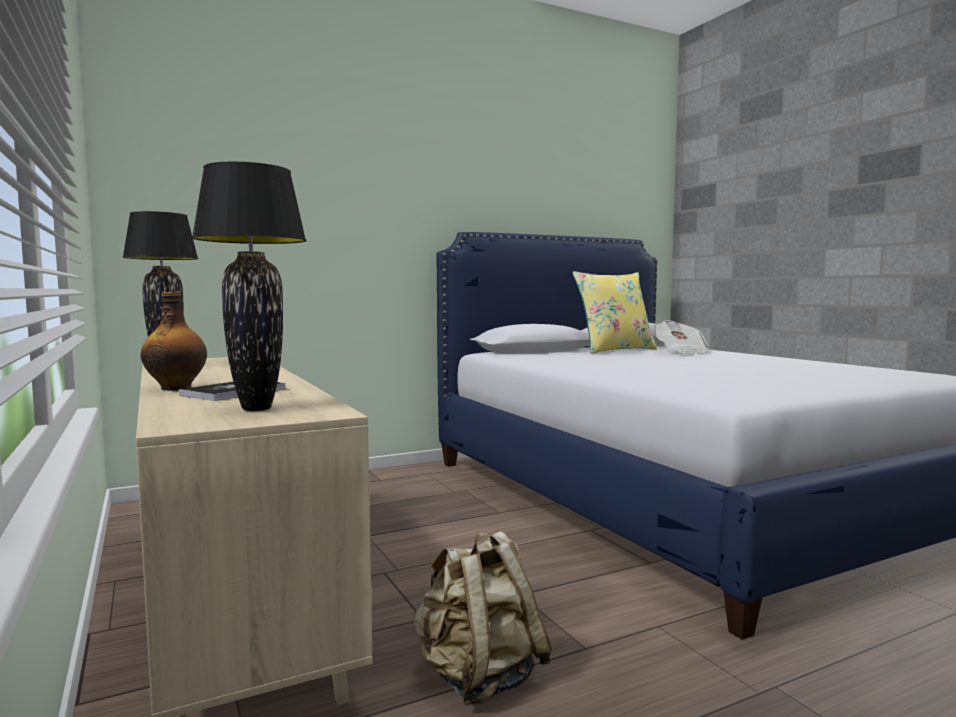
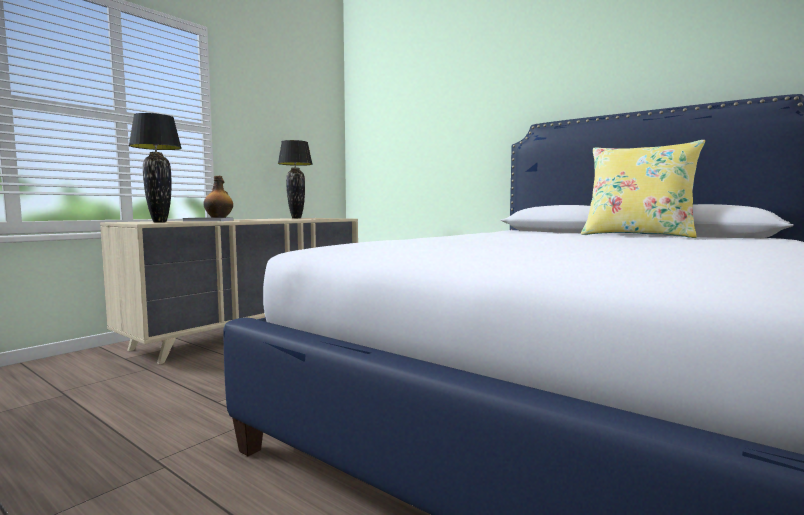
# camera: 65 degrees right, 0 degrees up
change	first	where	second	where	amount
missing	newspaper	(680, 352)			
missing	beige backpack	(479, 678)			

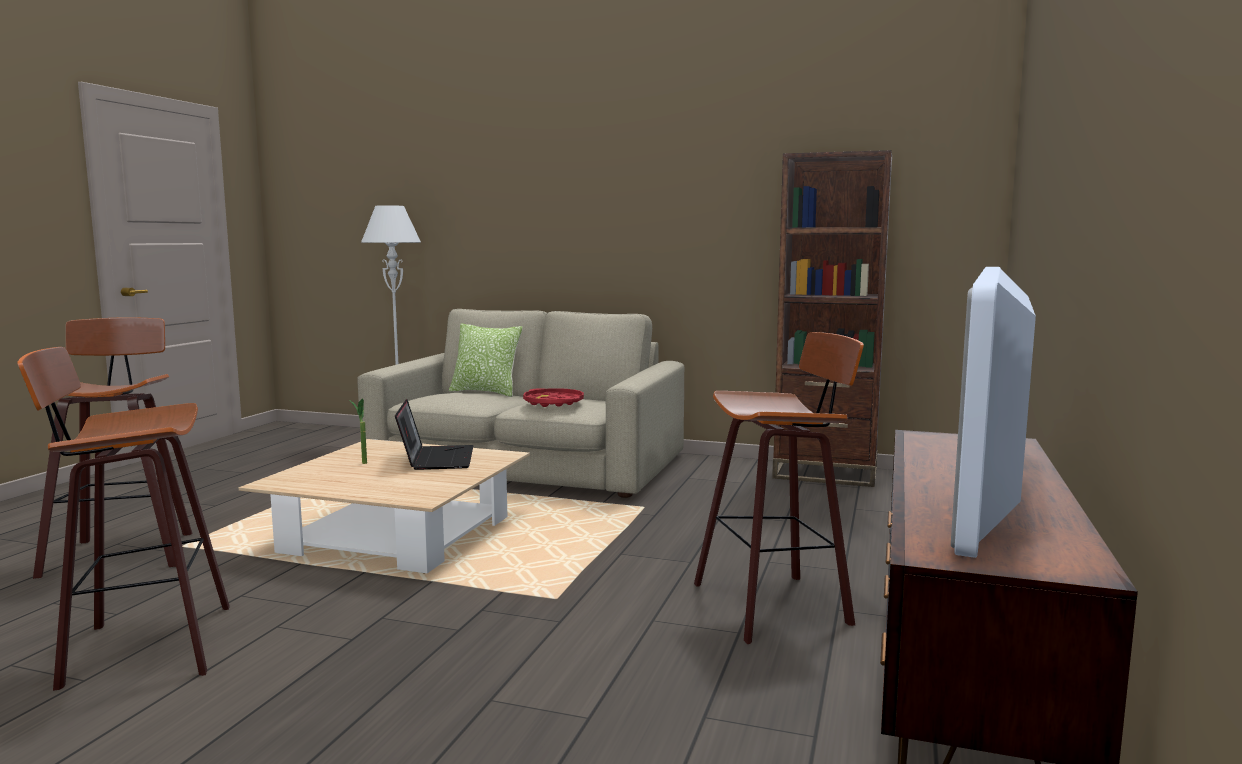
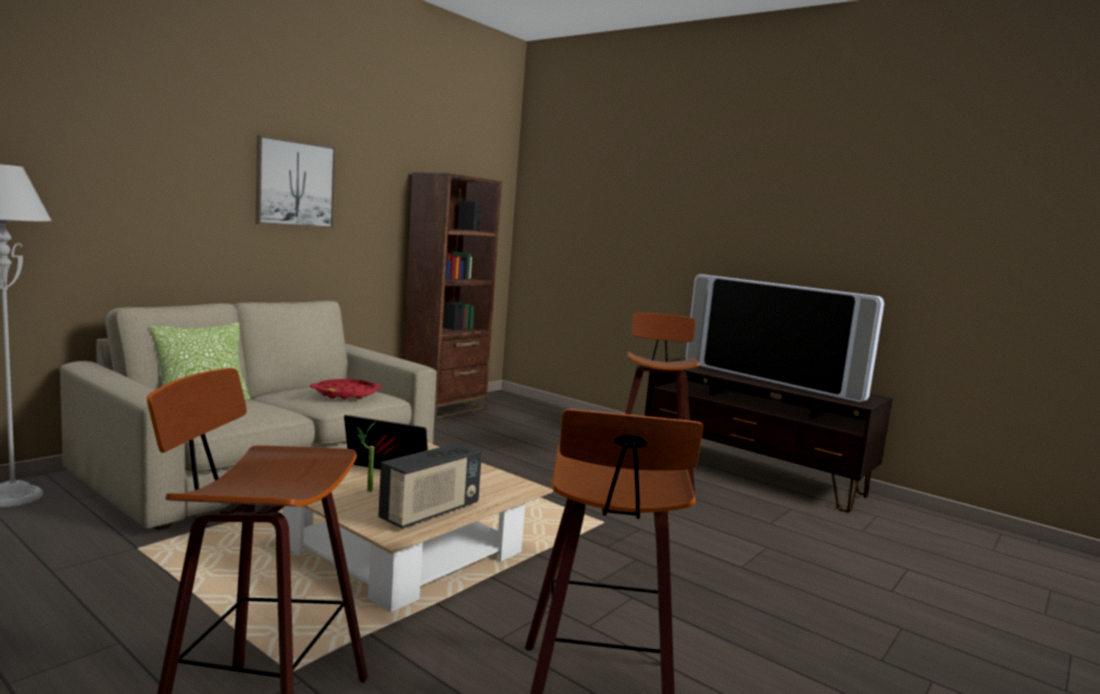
# camera: 70 degrees left, 0 degrees up
change	first	where	second	where	amount
appeared			picture	(295, 184)	
appeared			radio	(430, 512)	

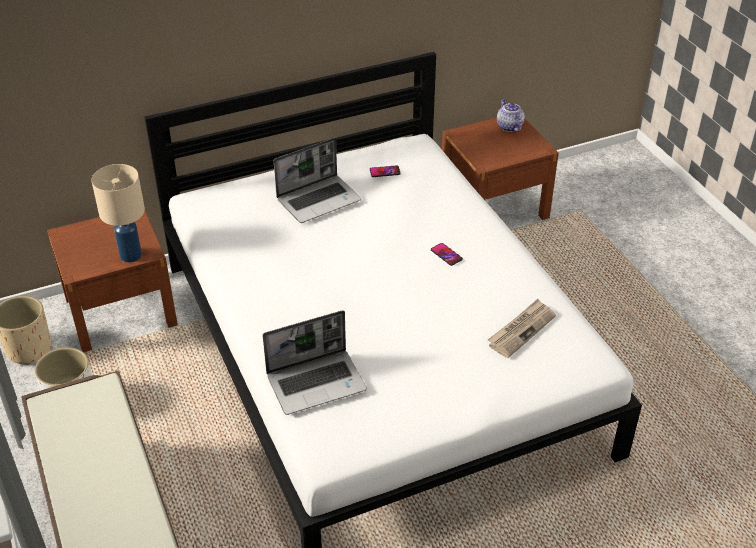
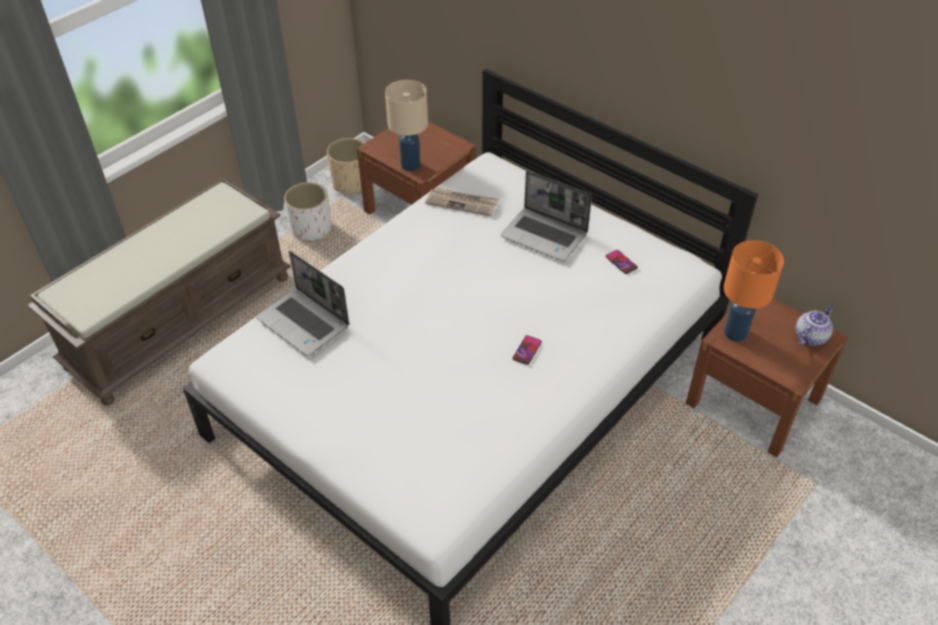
# camera: 65 degrees right, 5 degrees up
change	first	where	second	where	amount
relocated	newspaper	(521, 330)		(462, 203)	
appeared			orange table lamp	(736, 333)	

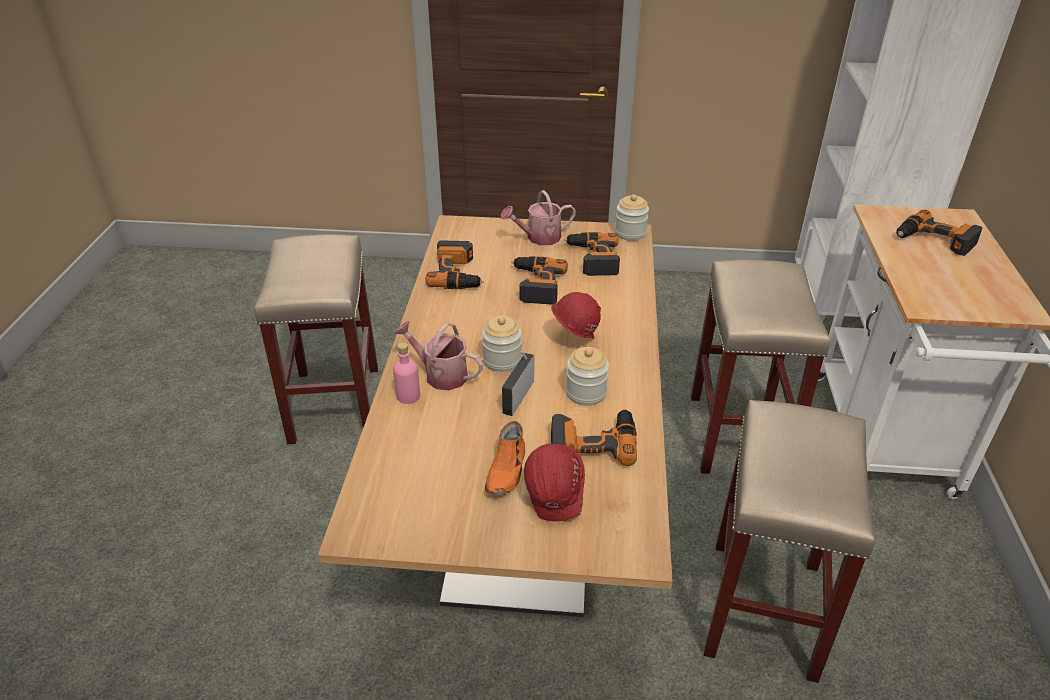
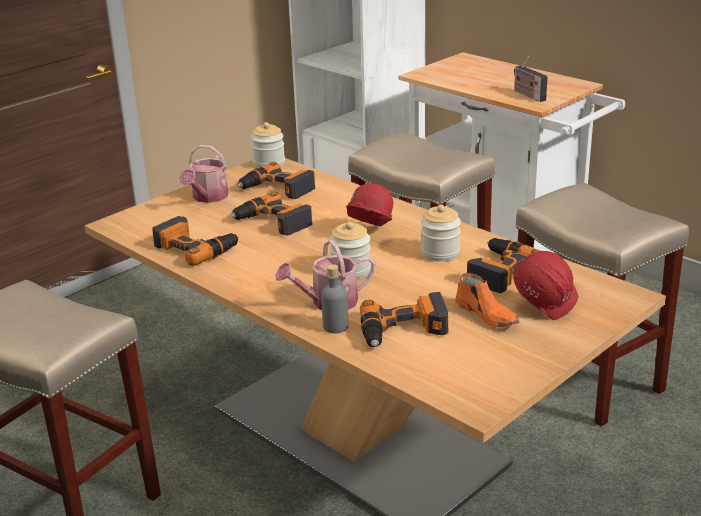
# camera: 50 degrees left, 10 degrees down
change	first	where	second	where	amount
relocated	power drill	(934, 241)		(404, 331)	
colour	pink bottle	(408, 396)	grey bottle	(335, 326)	
relocated	radio	(519, 395)		(527, 95)	

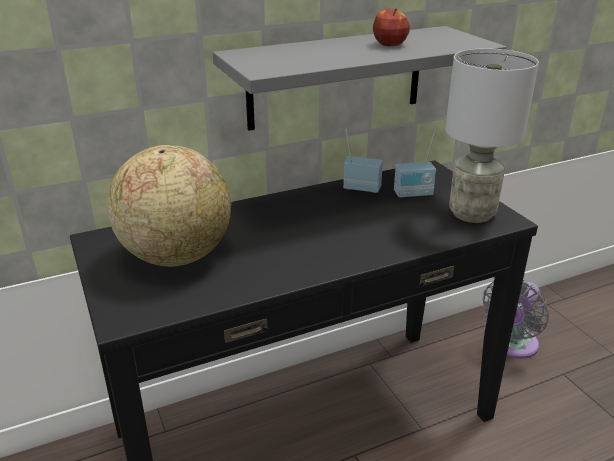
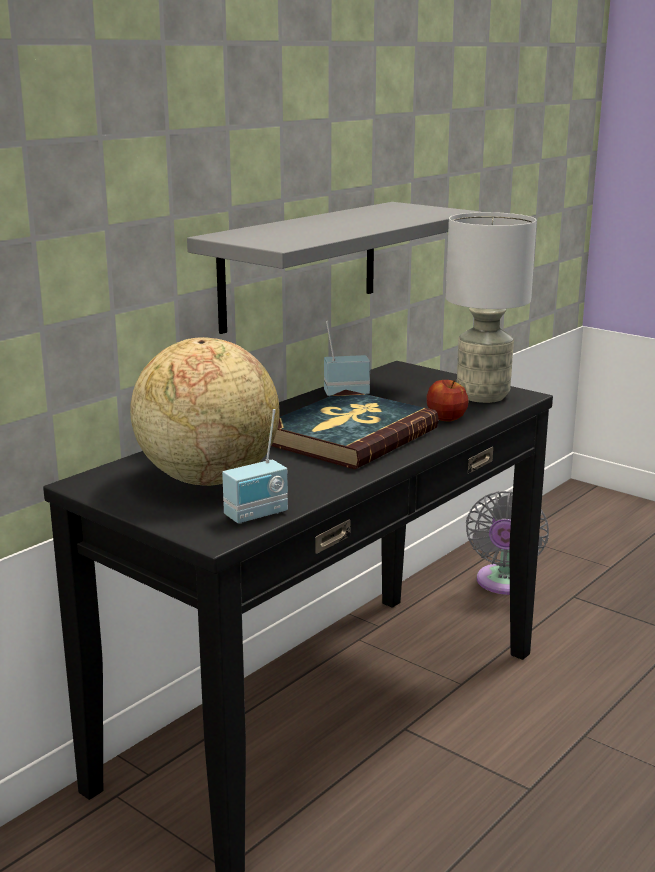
# camera: 25 degrees left, 10 degrees down
change	first	where	second	where	amount
relocated	apple	(389, 44)		(446, 418)	
relocated	radio	(413, 194)		(257, 515)	
appeared			book	(350, 436)	

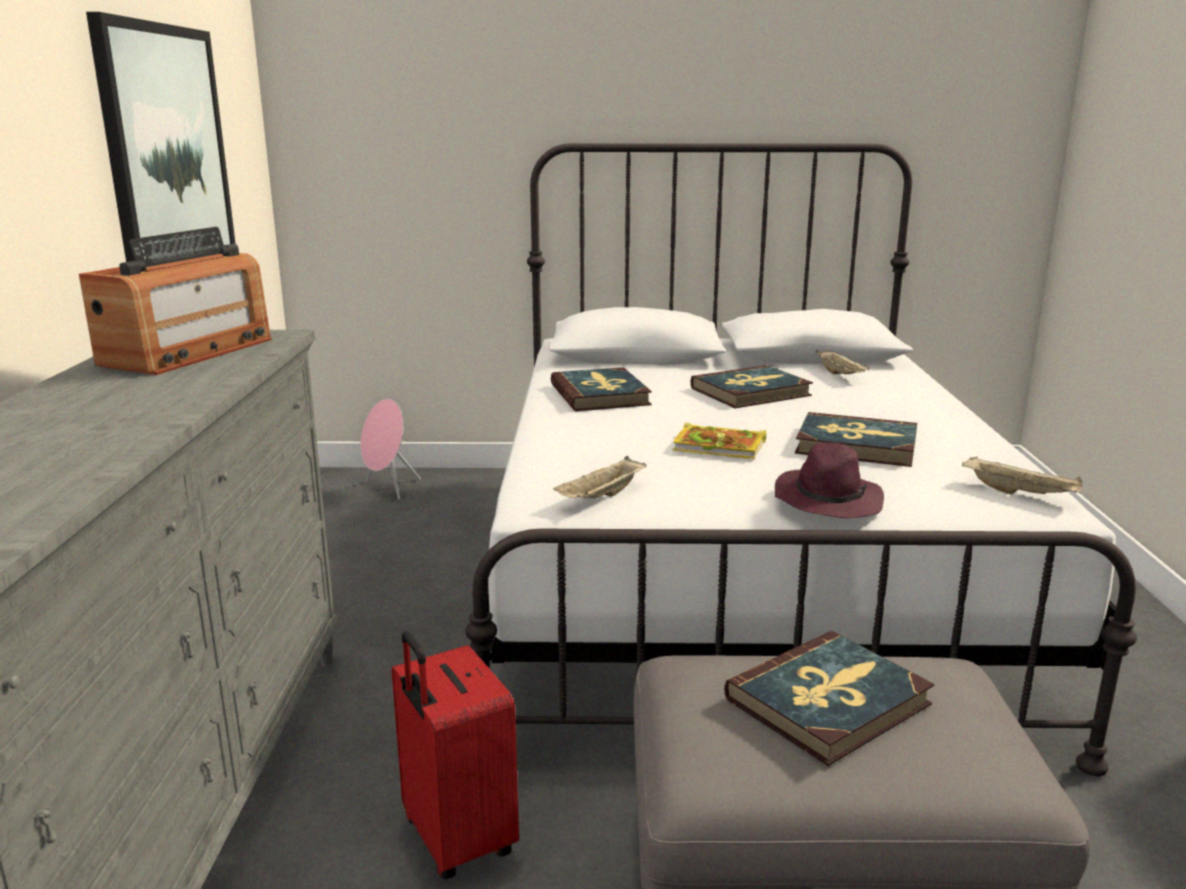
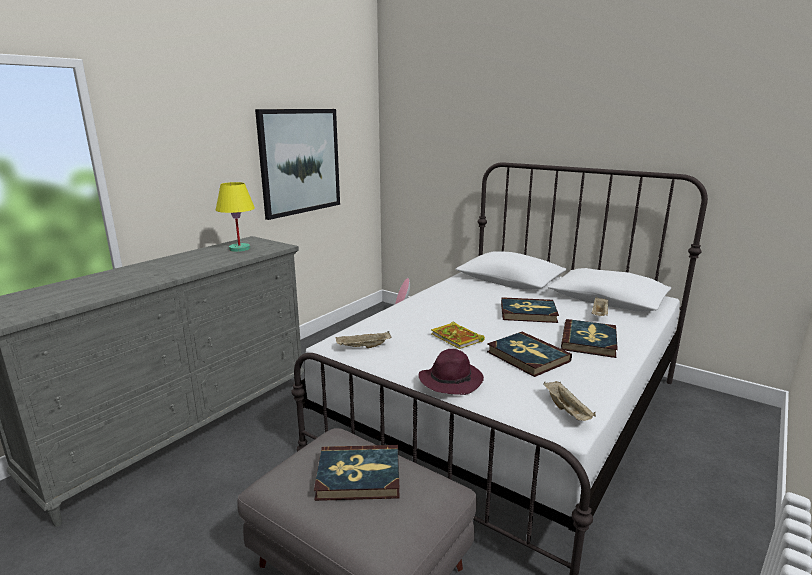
# camera: 35 degrees right, 0 degrees up
change	first	where	second	where	amount
exchanged	radio	(188, 352)	yellow table lamp	(240, 248)	
relocated	book	(600, 394)		(589, 341)	
missing	red suitcase	(455, 840)			

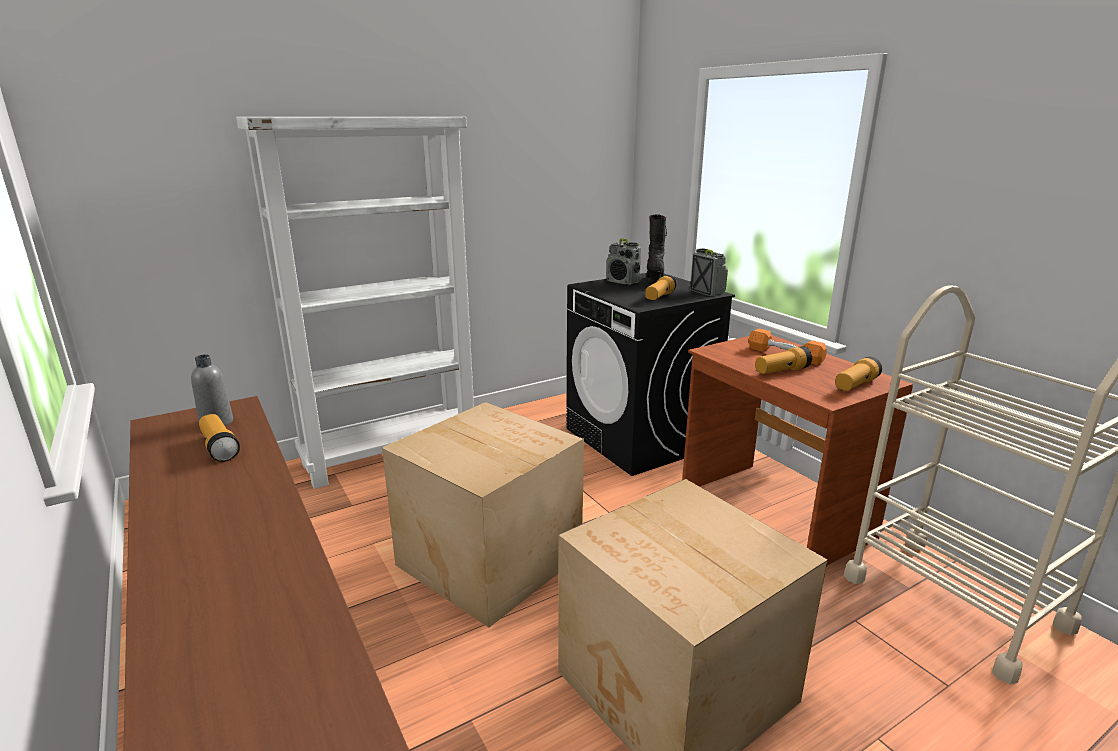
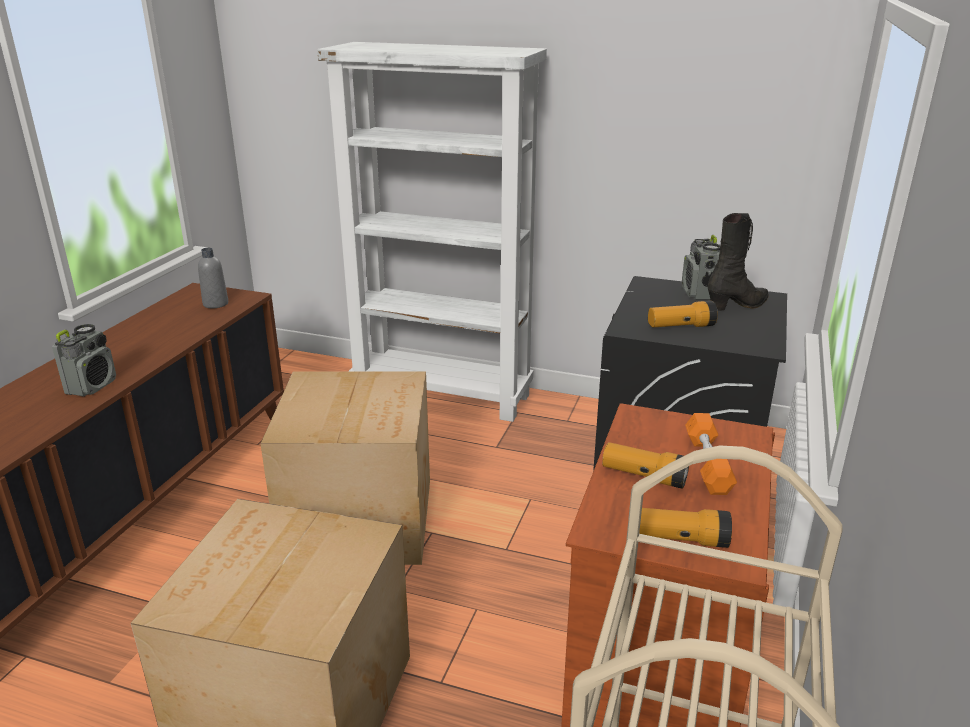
# camera: 50 degrees right, 5 degrees up
change	first	where	second	where	amount
relocated	radio	(707, 292)		(92, 386)	
missing	flashlight	(219, 447)			

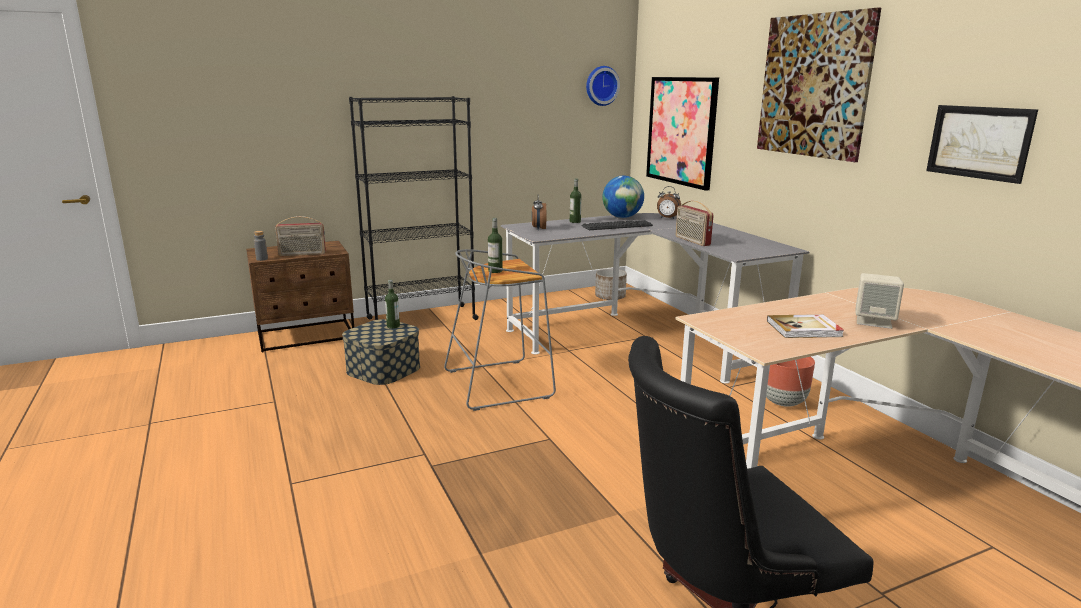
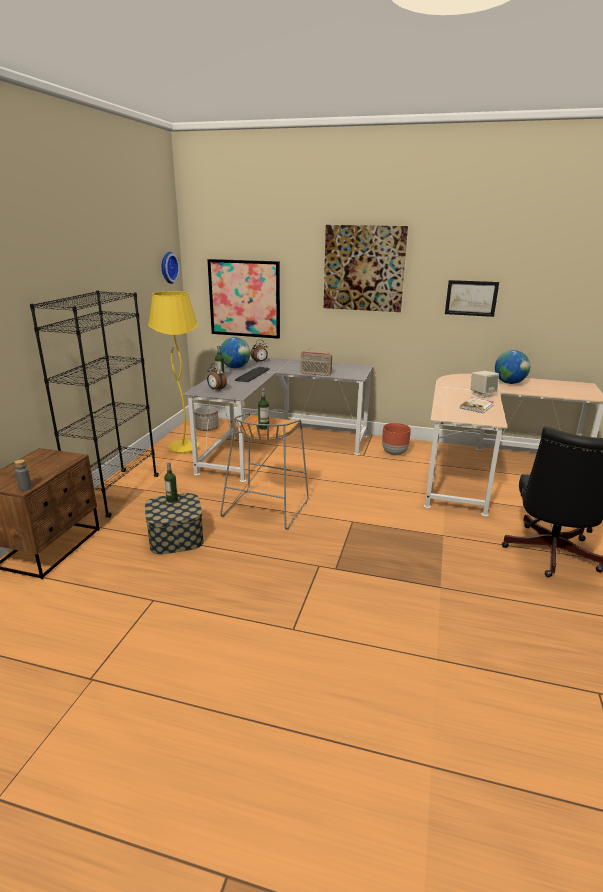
# camera: 50 degrees left, 5 degrees up
change	first	where	second	where	amount
missing	radio	(302, 254)			
appeared			yellow floor lamp	(183, 448)	
appeared			globe	(509, 383)	

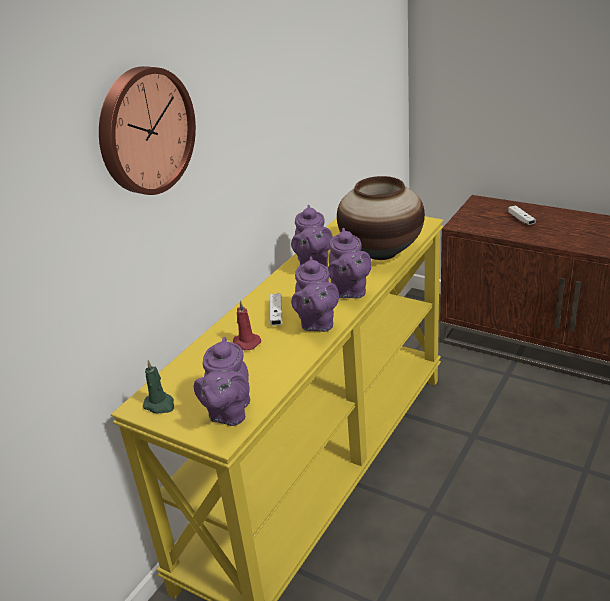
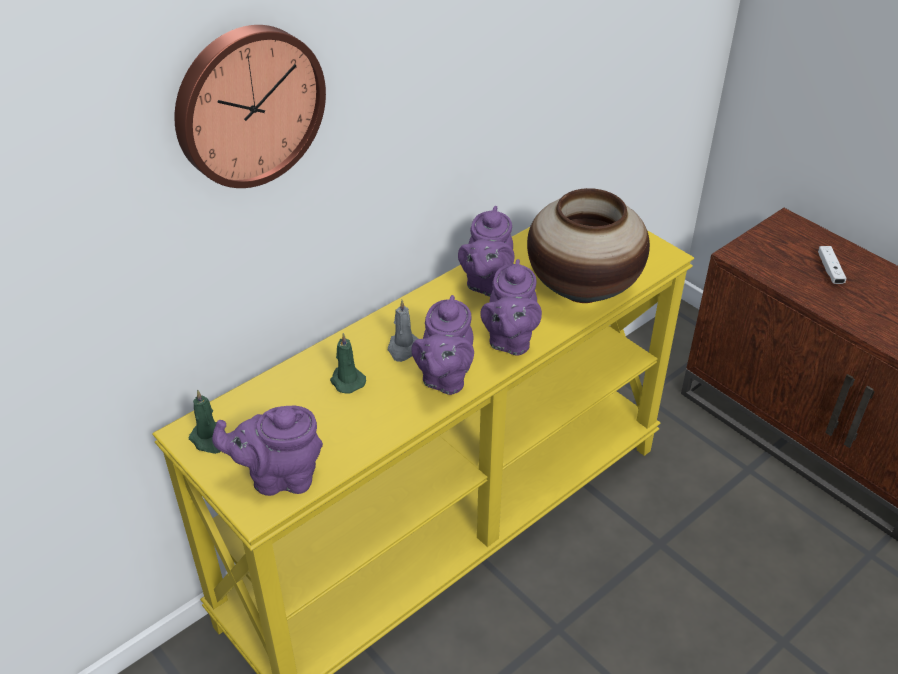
# camera: 15 degrees right, 10 degrees up
change	first	where	second	where	amount
exchanged	white game controller	(276, 314)	grey candle	(403, 349)	
colour	red candle	(245, 343)	green candle	(346, 380)	
spun	purple teapot	(228, 413)		(279, 477)	60 degrees clockwise

